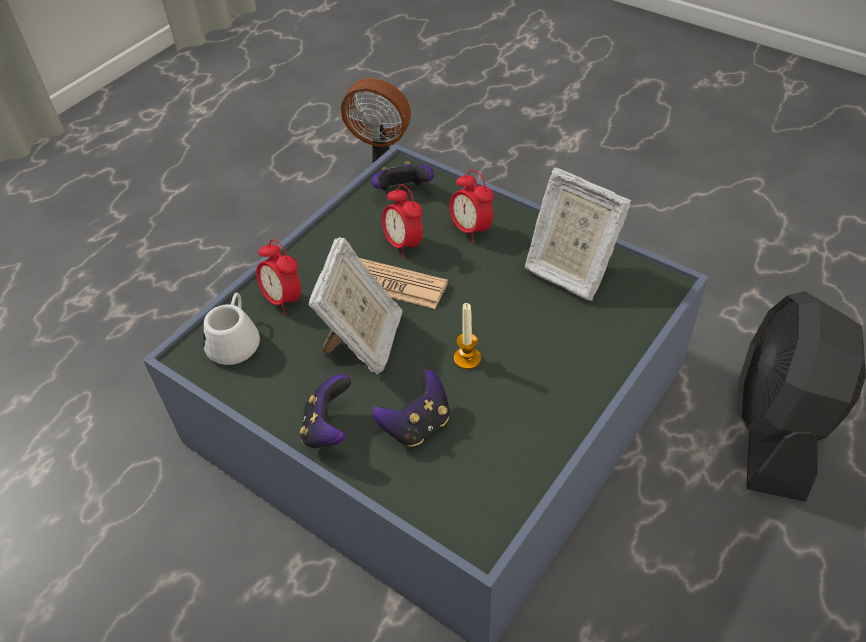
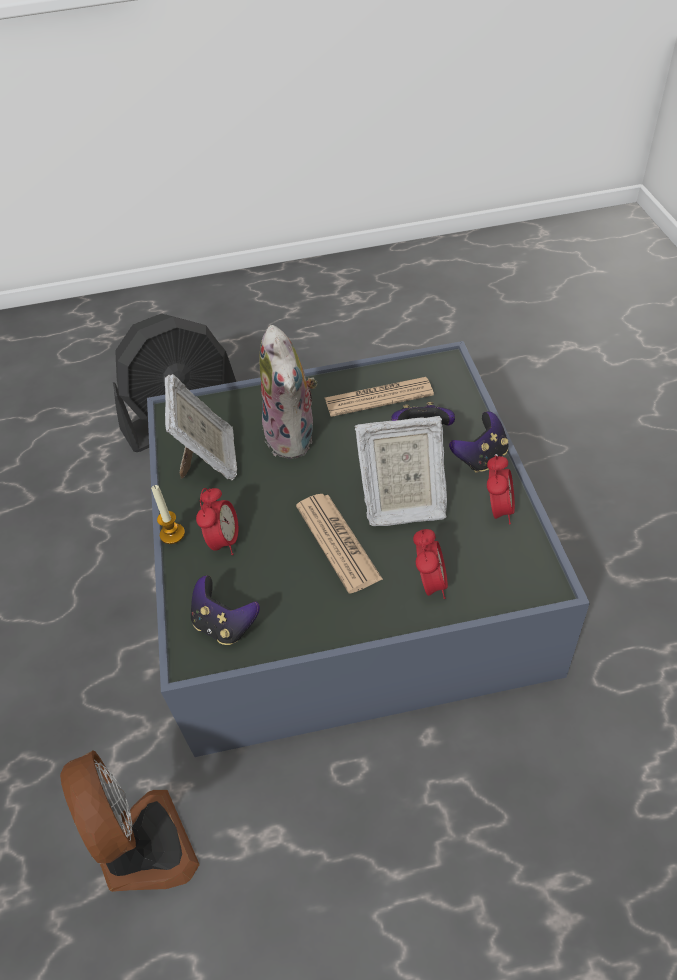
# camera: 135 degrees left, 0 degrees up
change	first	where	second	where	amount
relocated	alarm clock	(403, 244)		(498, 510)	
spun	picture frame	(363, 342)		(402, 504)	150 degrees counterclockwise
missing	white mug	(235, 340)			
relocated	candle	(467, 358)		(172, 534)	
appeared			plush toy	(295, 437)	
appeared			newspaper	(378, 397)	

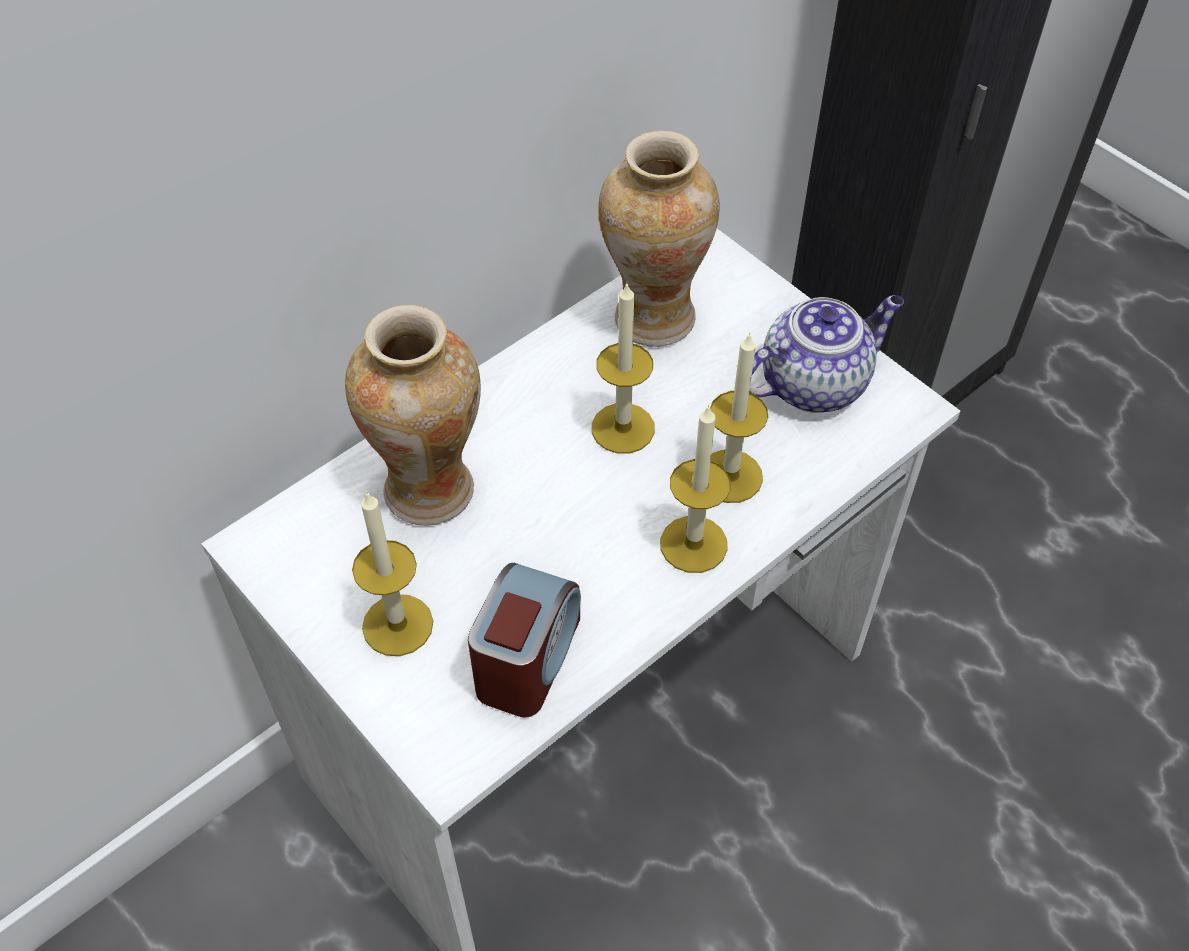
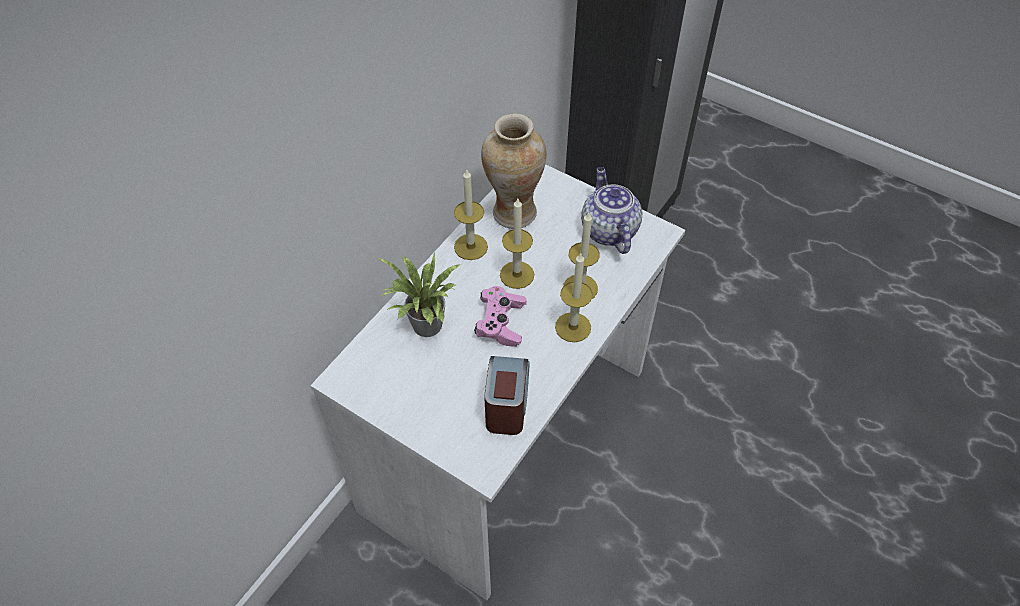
# camera: 15 degrees left, 0 degrees up
change	first	where	second	where	amount
spun	teapot	(814, 382)		(608, 230)	60 degrees counterclockwise
exchanged	vase	(431, 488)	potted plant	(425, 328)	
relocated	candle	(397, 625)		(471, 247)	
appeared			pink game controller	(500, 323)	

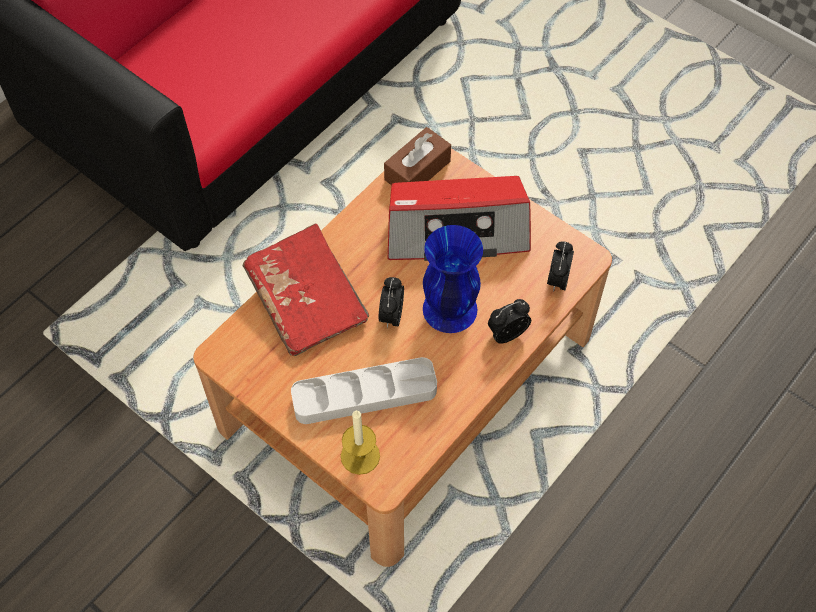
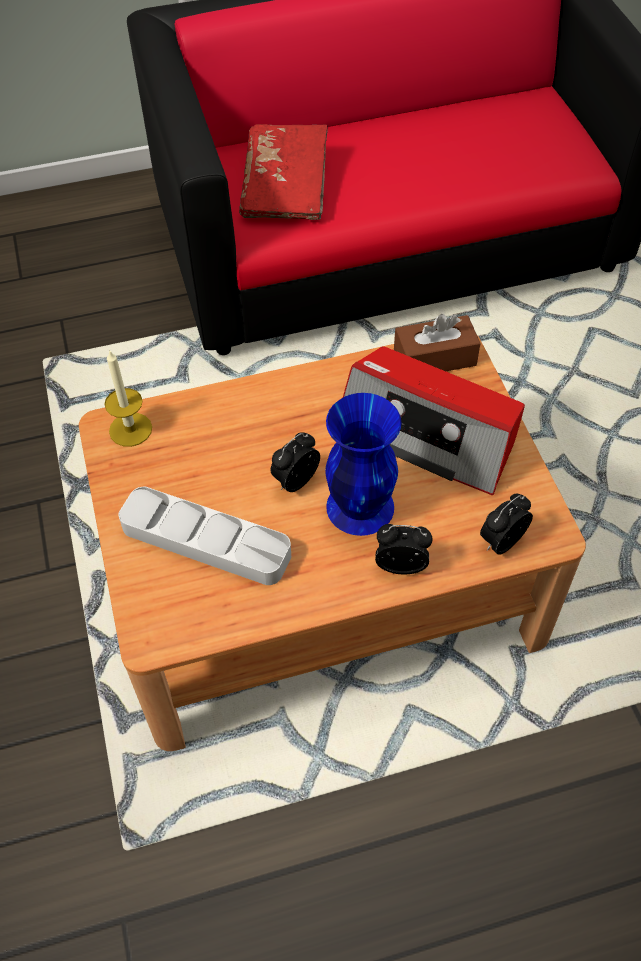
# camera: 35 degrees right, 5 degrees down
change	first	where	second	where	amount
relocated	red book	(307, 300)		(286, 188)	
relocated	candle	(360, 456)		(130, 429)	

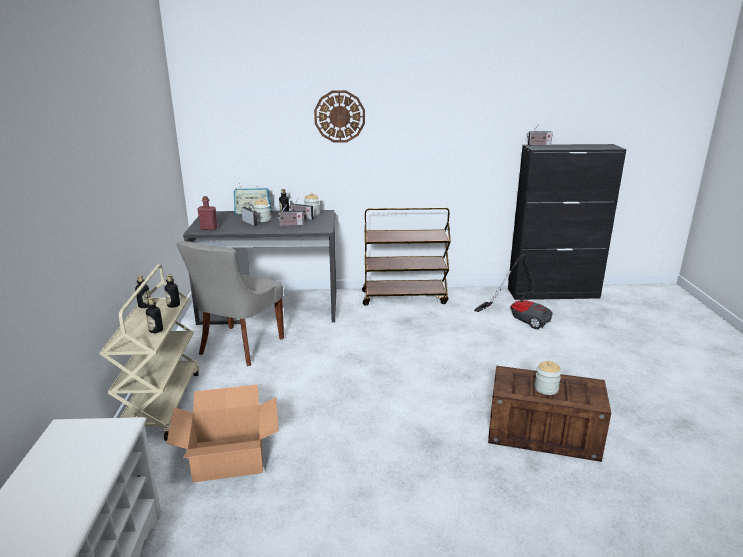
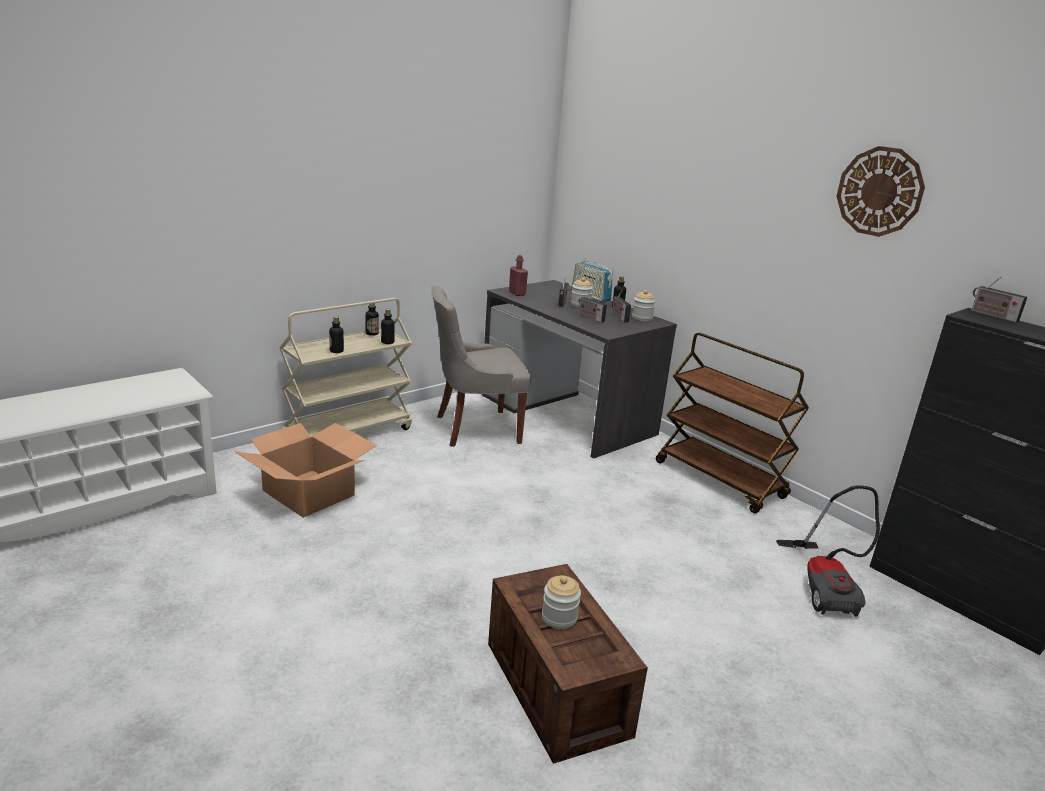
# camera: 50 degrees right, 0 degrees up
change	first	where	second	where	amount
relocated	wall clock	(339, 116)		(879, 191)	

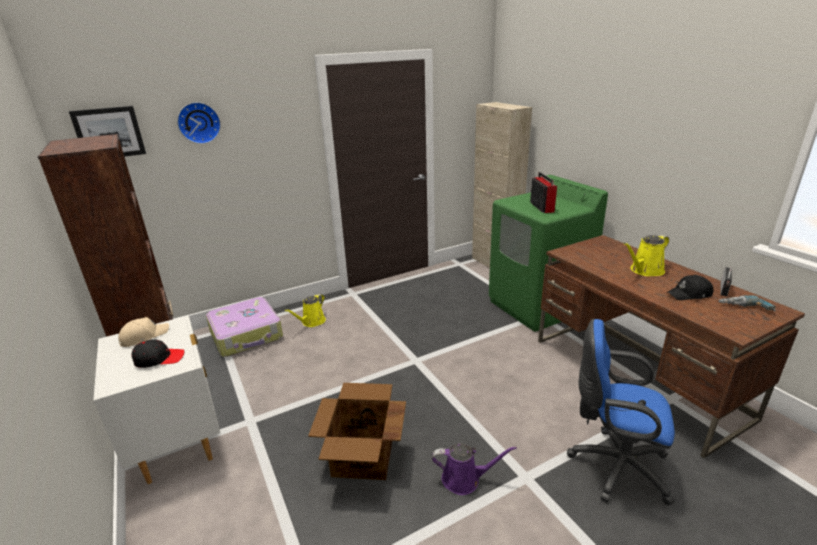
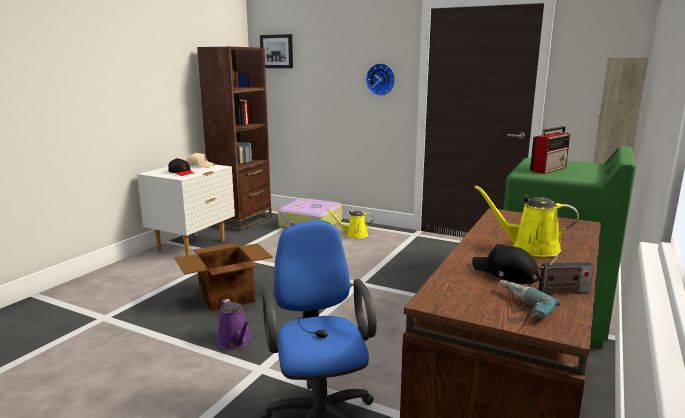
# camera: 55 degrees right, 10 degrees down
change	first	where	second	where	amount
relocated	wall clock	(198, 122)		(381, 79)	

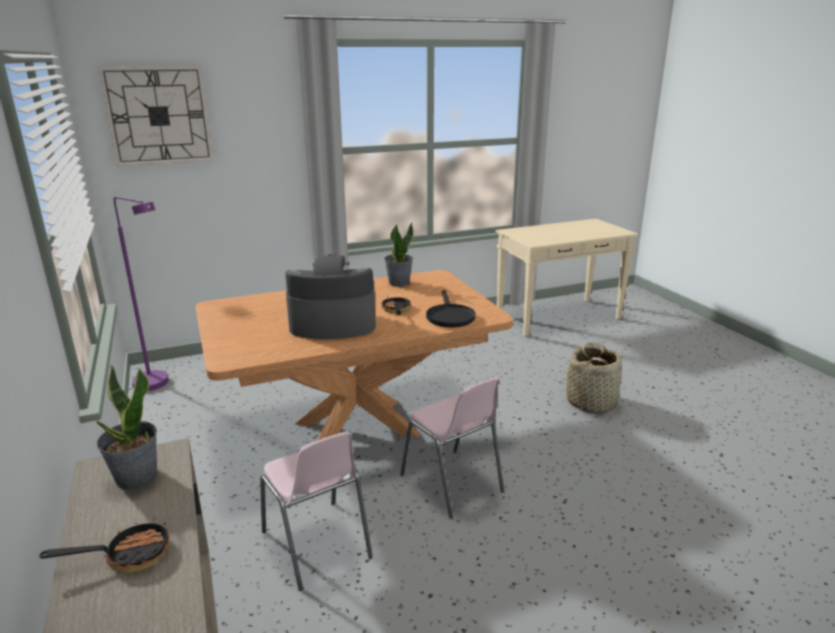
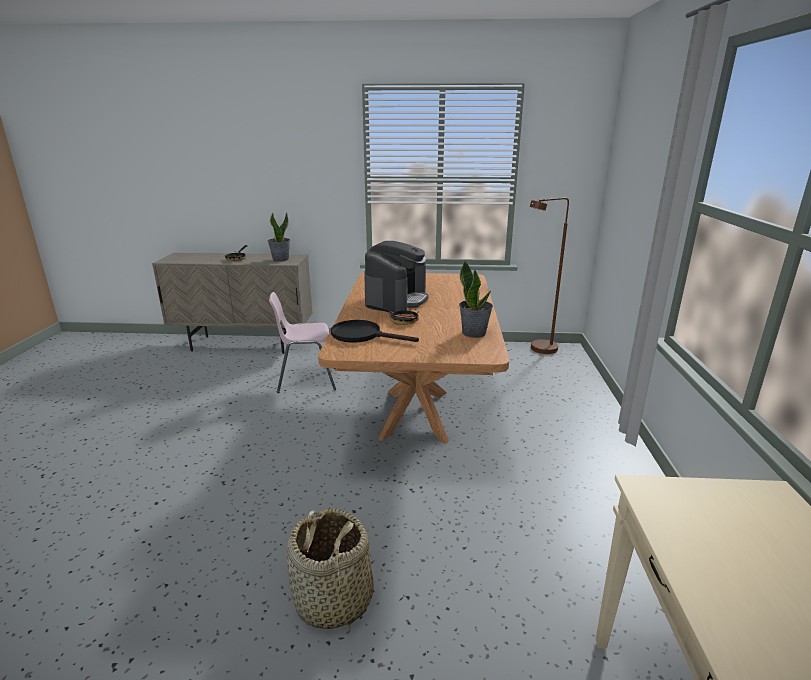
# camera: 115 degrees right, 0 degrees up
change	first	where	second	where	amount
missing	wall clock	(158, 116)			
colour	purple floor lamp	(158, 385)	brown floor lamp	(539, 350)	
missing	pink chair	(452, 484)			

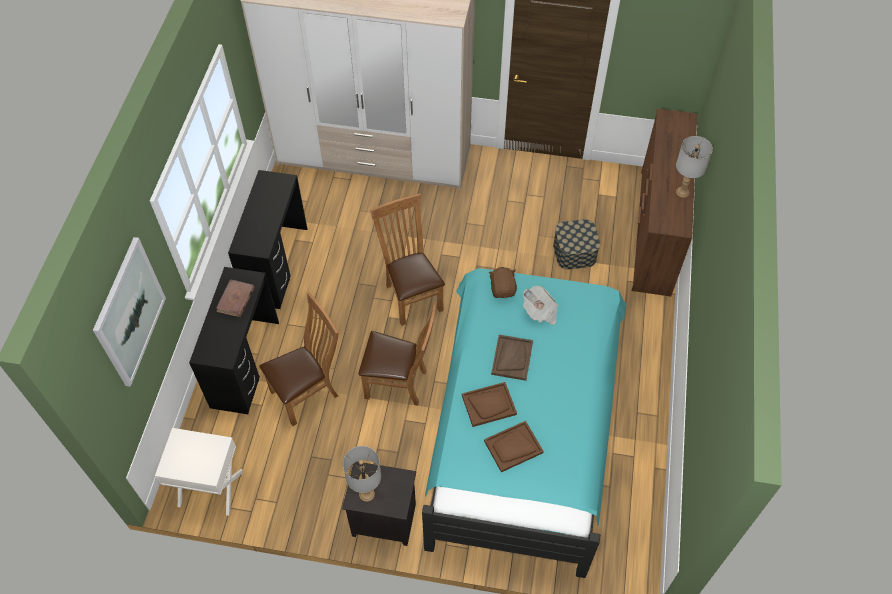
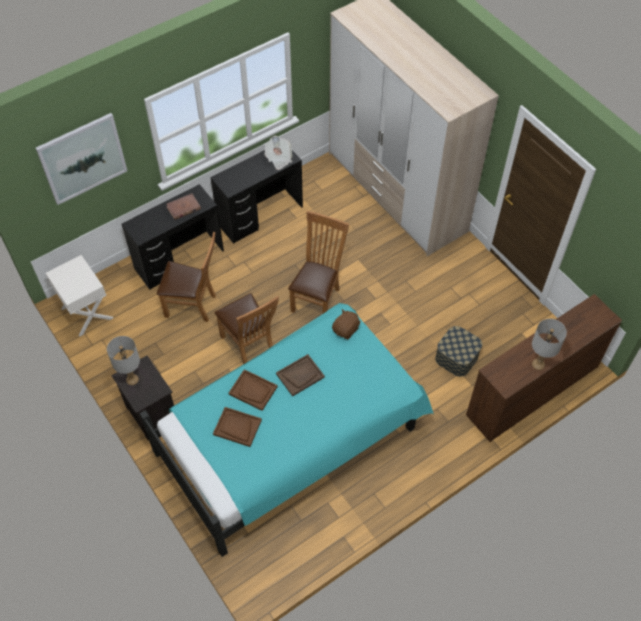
# camera: 45 degrees right, 0 degrees up
change	first	where	second	where	amount
relocated	newspaper	(540, 311)		(278, 158)	

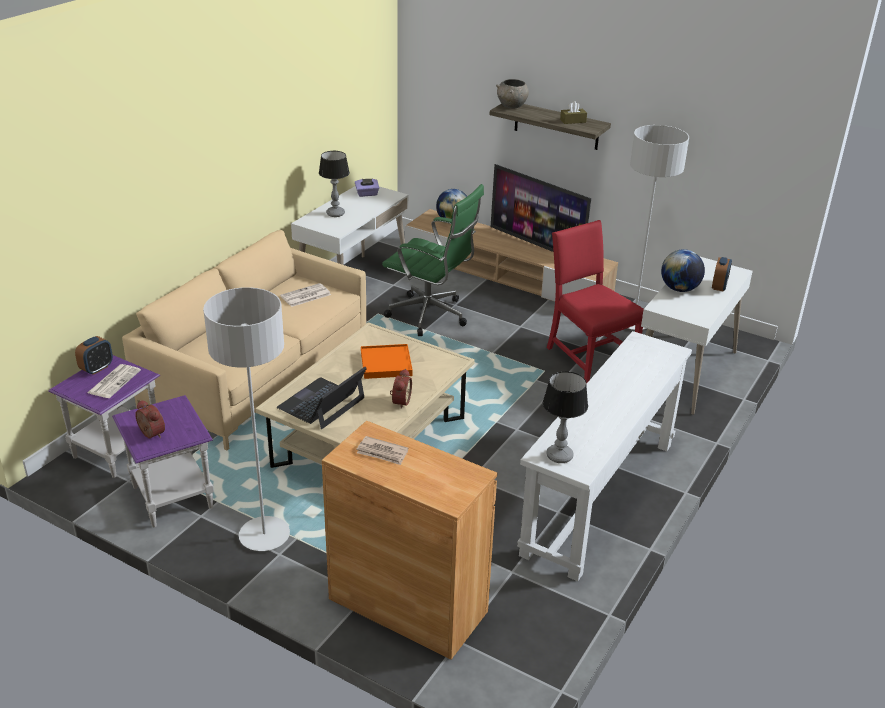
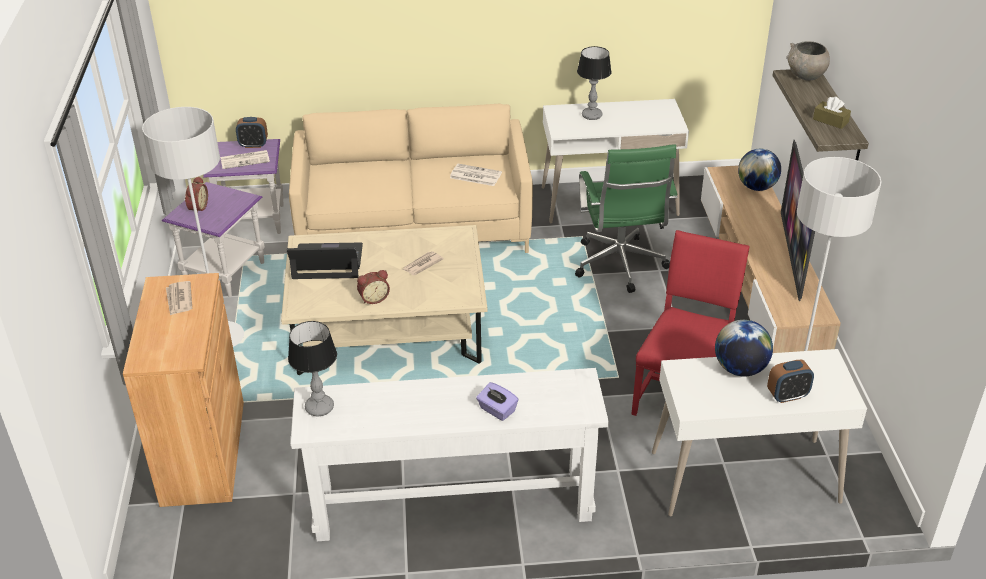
# camera: 55 degrees right, 5 degrees up
change	first	where	second	where	amount
relocated	purple tissue box	(367, 194)		(497, 410)	
exchanged	orange tray	(386, 364)	newspaper	(422, 265)	

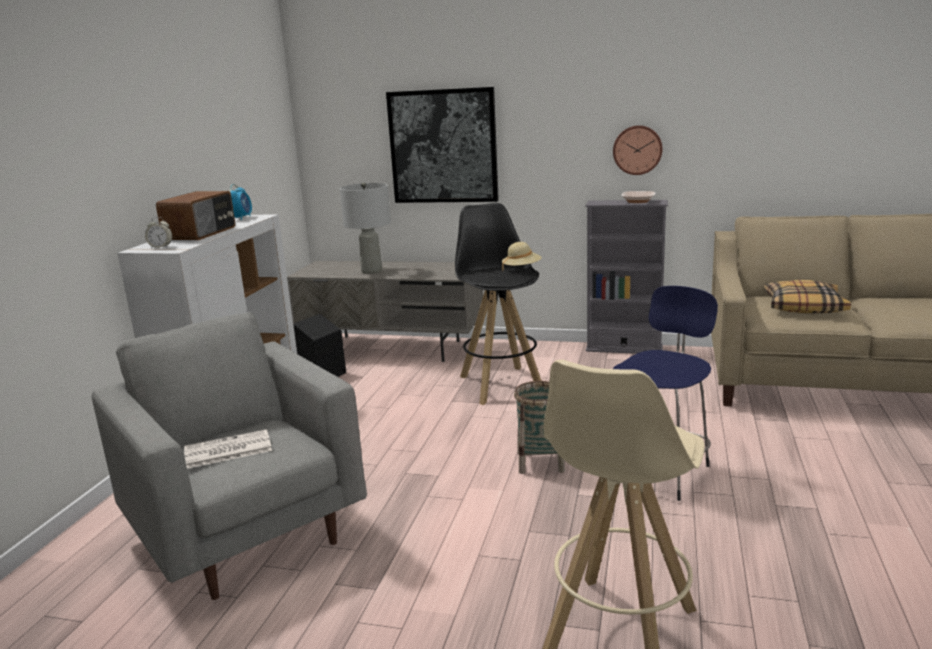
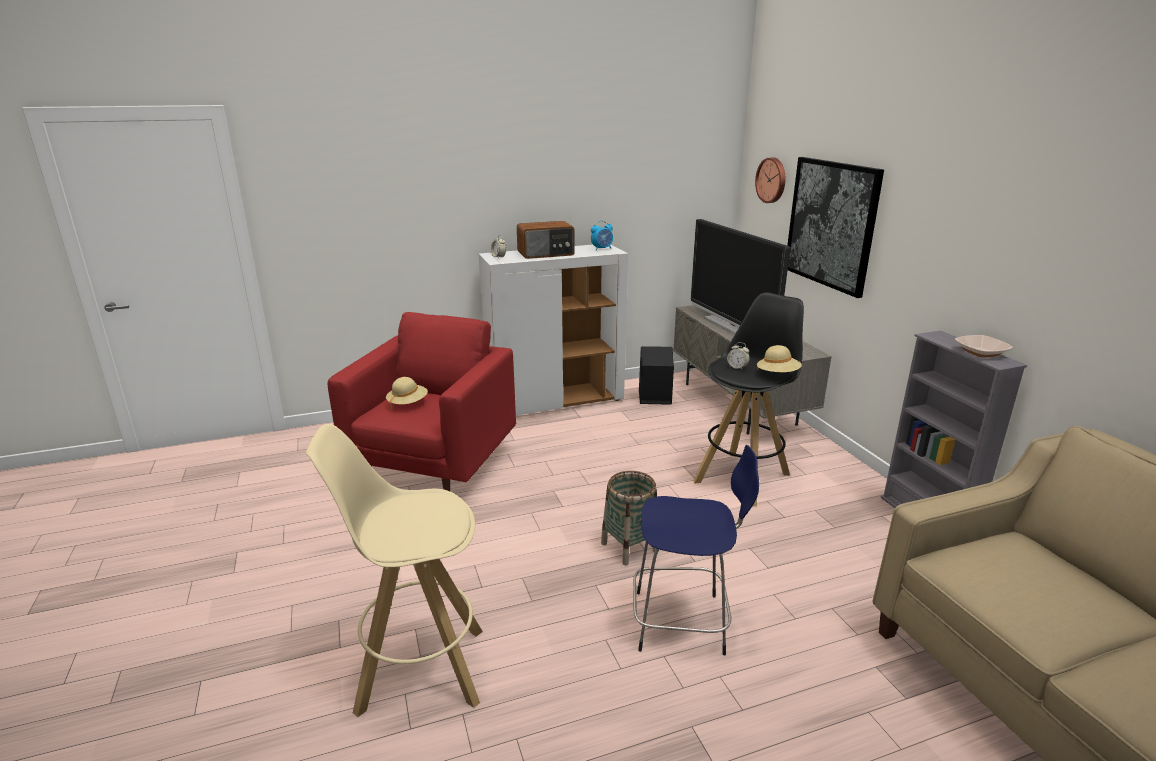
# camera: 55 degrees right, 5 degrees up
change	first	where	second	where	amount
relocated	wall clock	(637, 150)		(772, 180)	
exchanged	grey table lamp	(372, 271)	television	(733, 327)	
missing	pillow	(804, 307)			
colour	grey armchair	(246, 534)	red armchair	(434, 466)	
exchanged	newspaper	(227, 450)	beige hat	(407, 403)	
appeared			alarm clock	(737, 367)	

